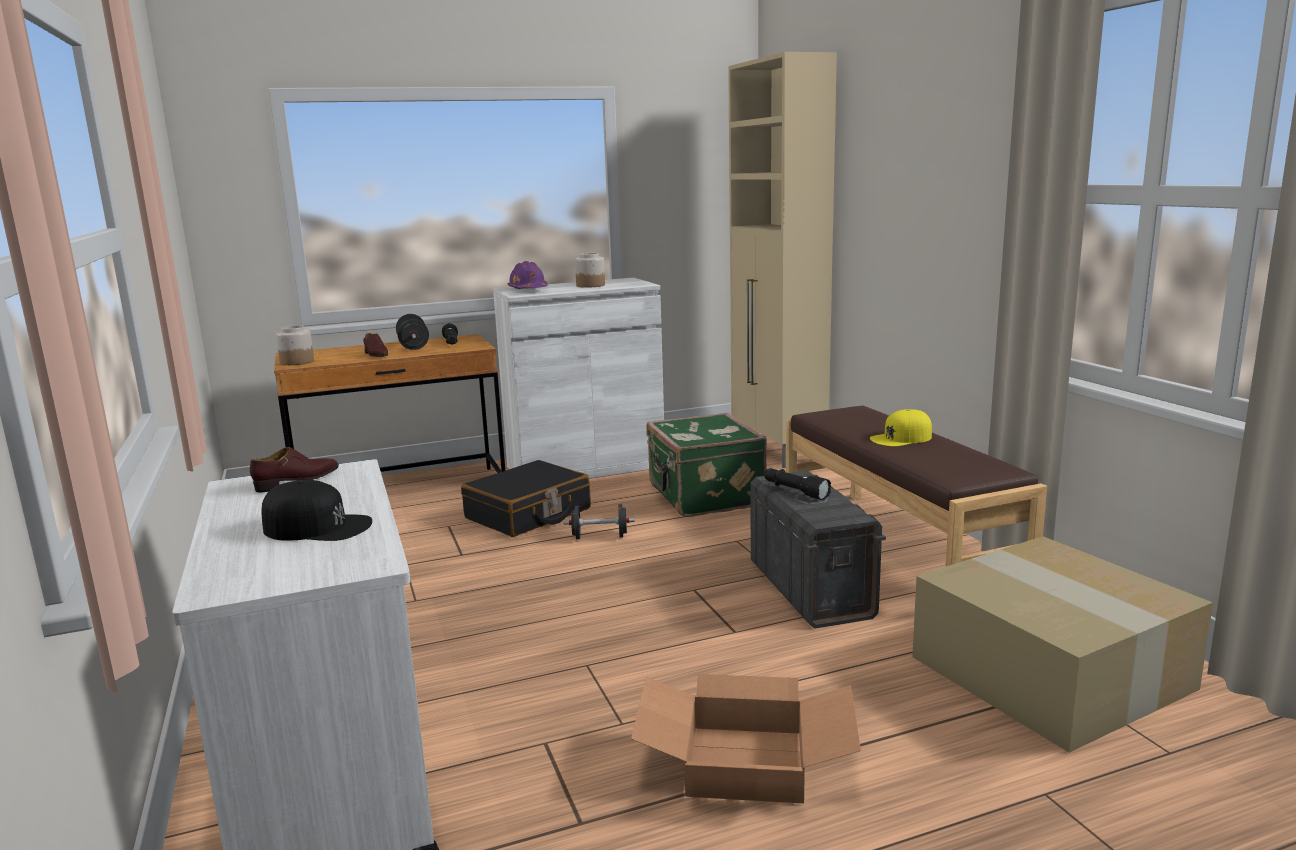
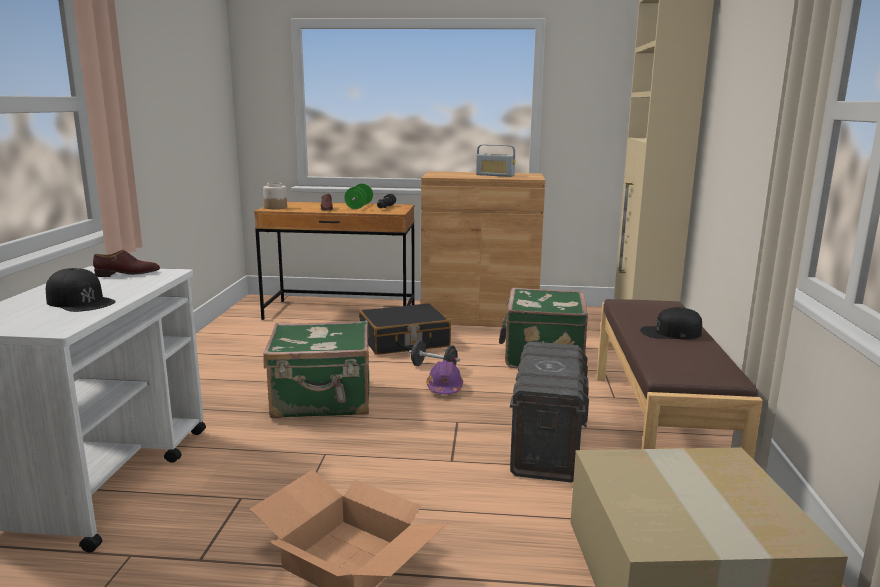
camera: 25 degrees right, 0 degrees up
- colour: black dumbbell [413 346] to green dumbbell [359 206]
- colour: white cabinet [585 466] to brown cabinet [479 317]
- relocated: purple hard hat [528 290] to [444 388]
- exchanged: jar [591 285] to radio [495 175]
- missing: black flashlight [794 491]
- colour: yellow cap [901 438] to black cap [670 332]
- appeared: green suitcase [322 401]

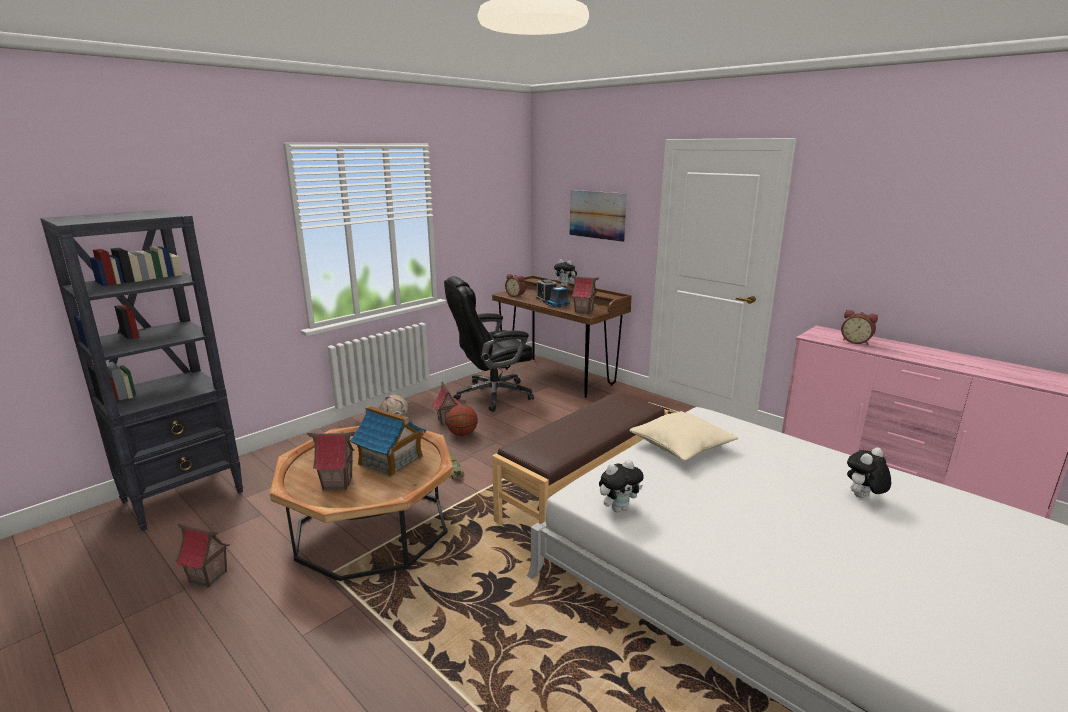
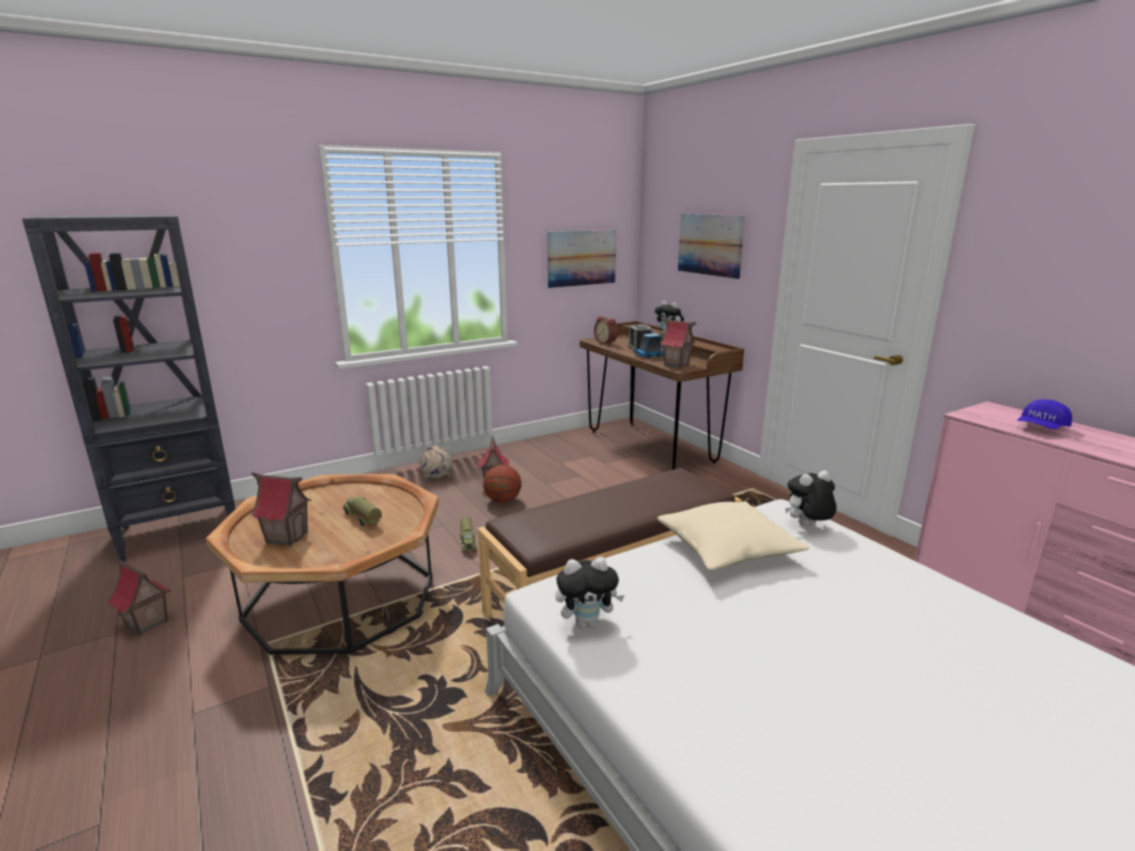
camera: 15 degrees right, 0 degrees up
- exchanged: toy house [391 460] to toy truck [362 519]
- missing: black office chair [491 395]
- exchanged: alarm clock [856 341] to blue cap [1041 428]
- relocated: plush toy [863 498] to [807 526]
- appeared: picture [582 258]

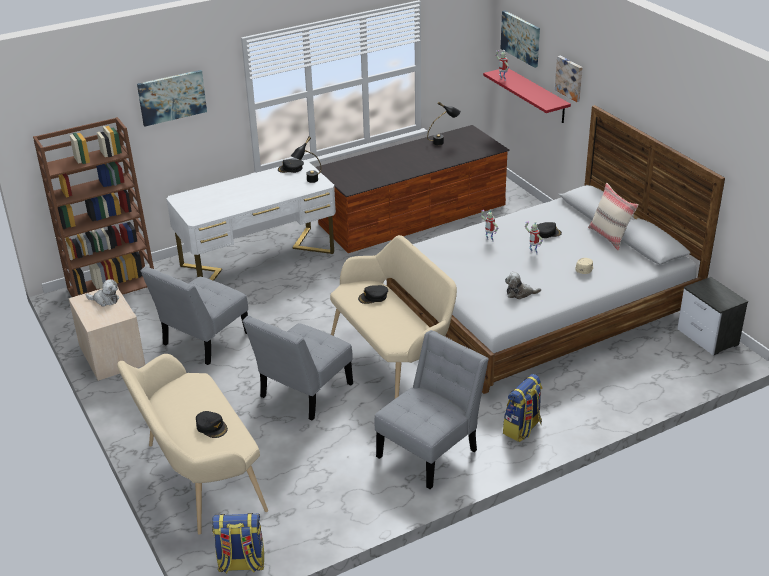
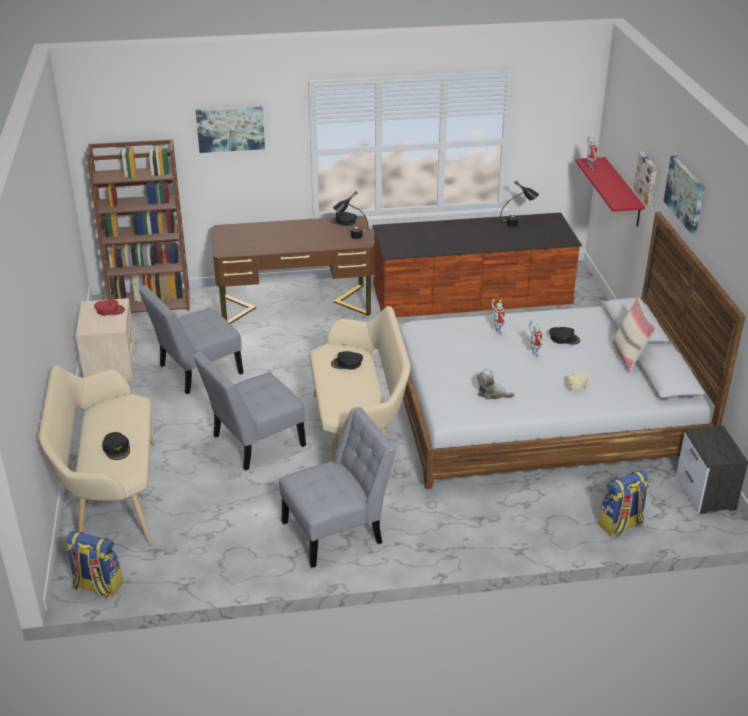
camera: 20 degrees right, 0 degrees up
- exchanged: plush toy [105 300] to red cap [110 310]
- colour: white desk [258 259] to brown desk [295 305]
- relocated: picture [521 38] to [685 194]
- relocated: backpack [522 429] to [620 525]

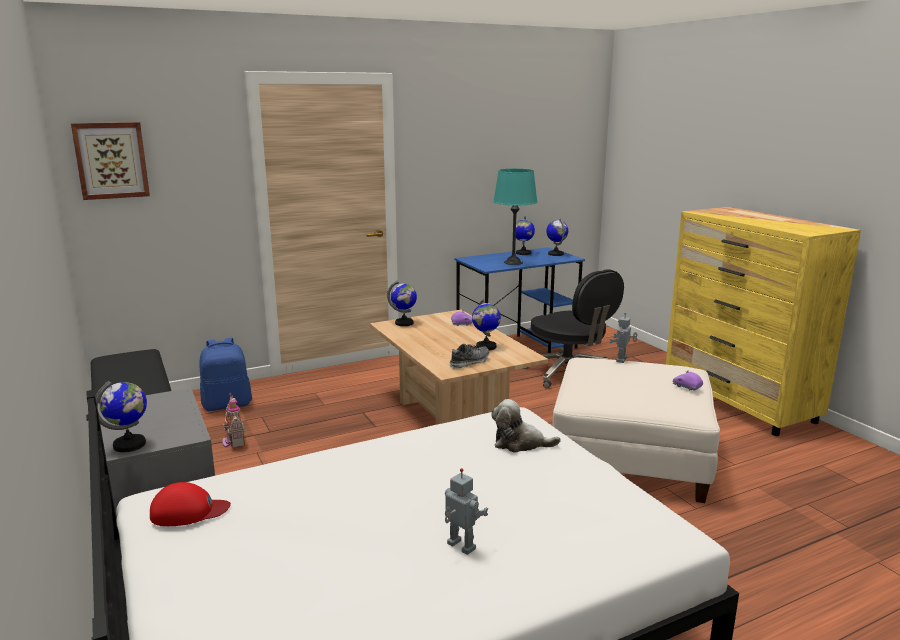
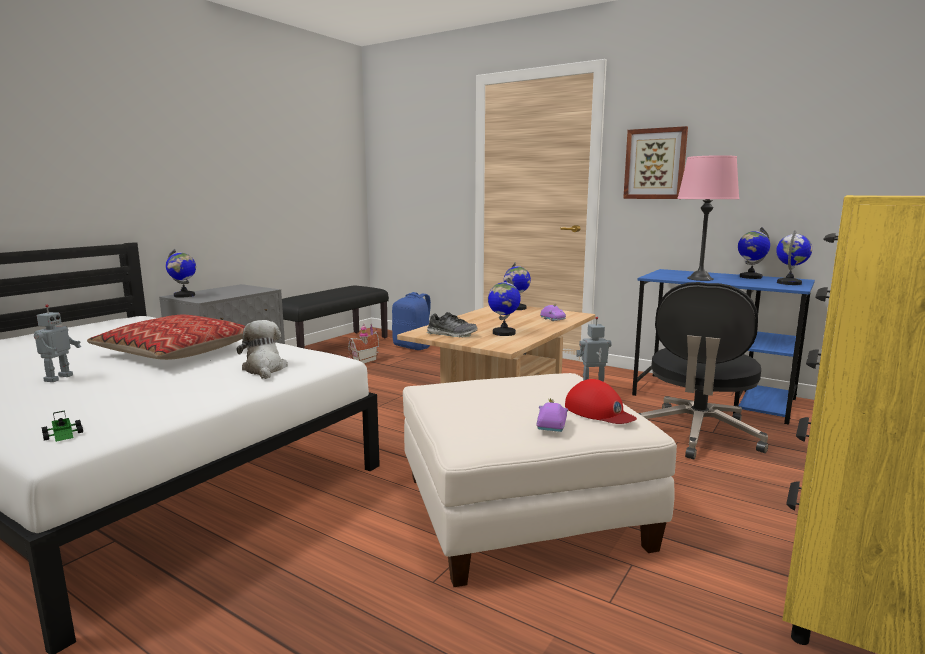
camera: 60 degrees right, 5 degrees down
- relocated: picture [111 160] to [655 164]
- relocated: red cap [189 511] to [599 411]
- colour: turquoise table lamp [513 262] to pink table lamp [700 279]
- appeared: toy car [63 434]
- appeared: pillow [177 352]

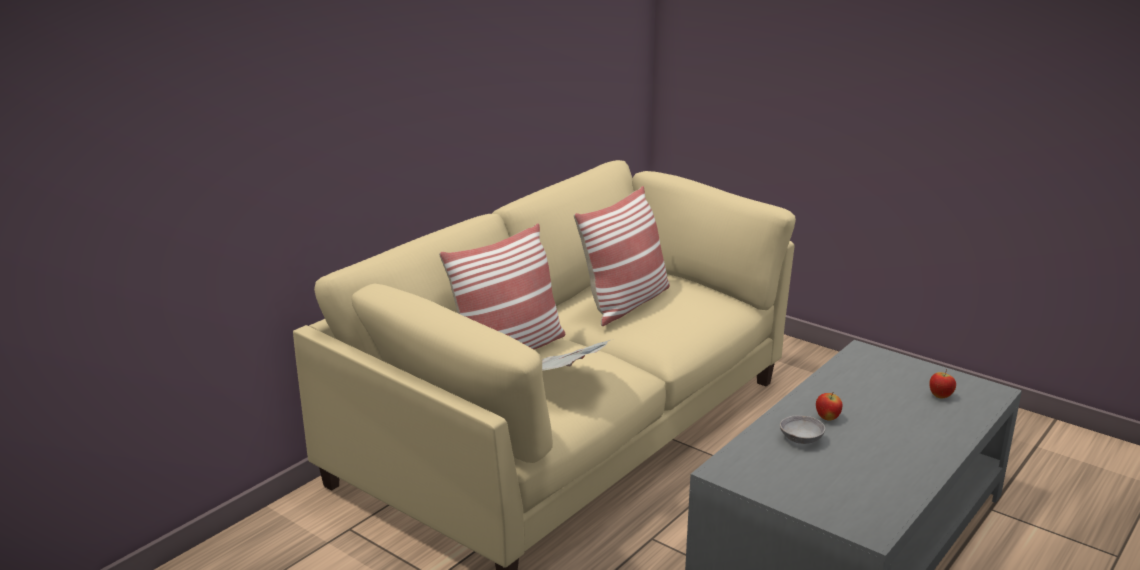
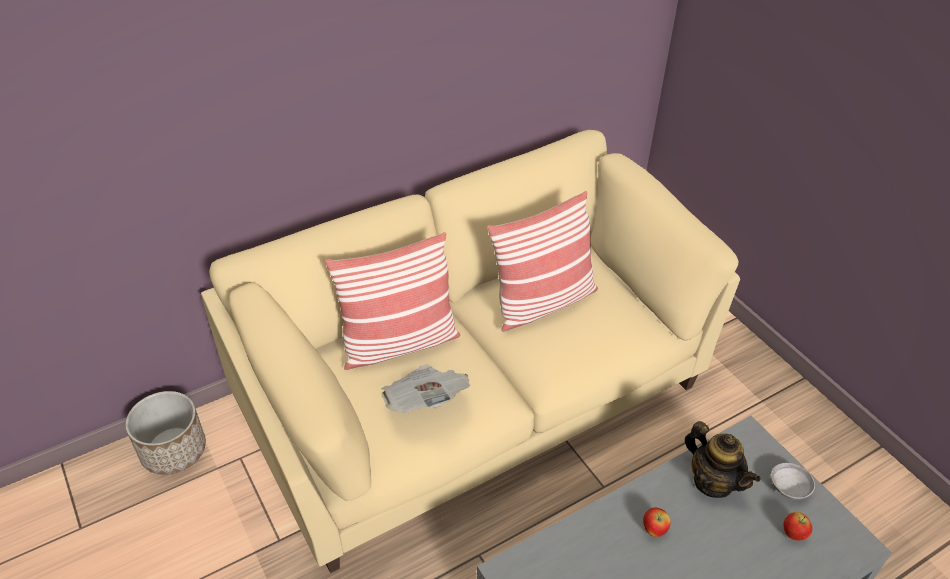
camera: 20 degrees right, 20 degrees up
- relocated: grey bowl [801 439] to [788 488]
- appeared: planter [174 450]
- appeared: teapot [713 482]

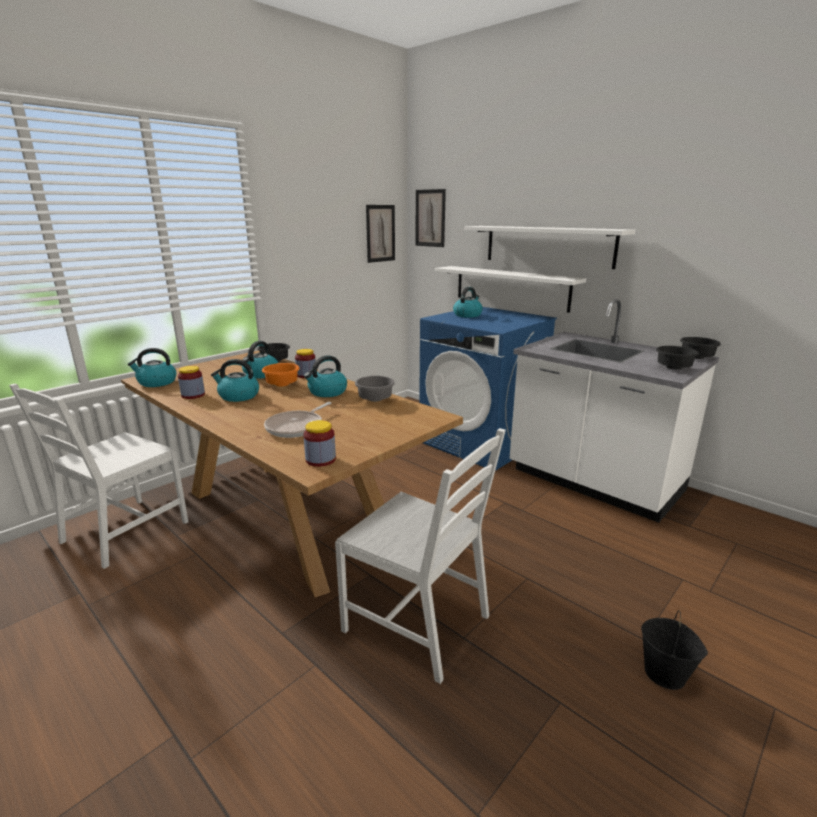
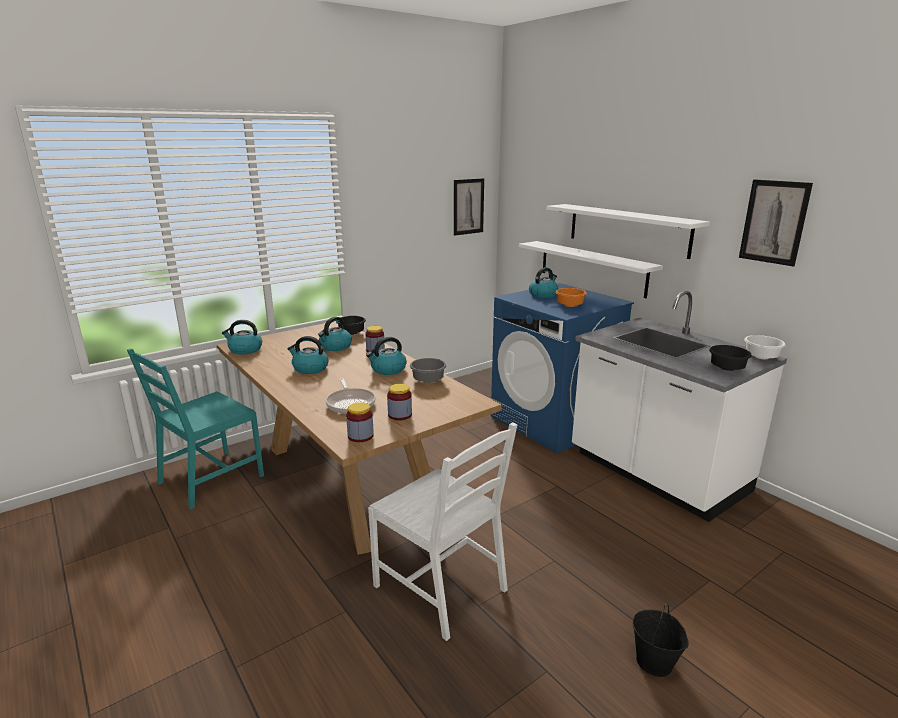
camera: 10 degrees right, 0 degrees up
- colour: white chair [124 532] to turquoise chair [210 479]
- relocated: jar [193 395] to [400 415]
- relocated: orange bowl [281 385] to [569 305]
- spun: frying pan [297 427] = [350 403] 60 degrees counterclockwise
- relocated: picture [430 218] to [774 222]
- colour: black bowl [698 358] to white bowl [762 358]

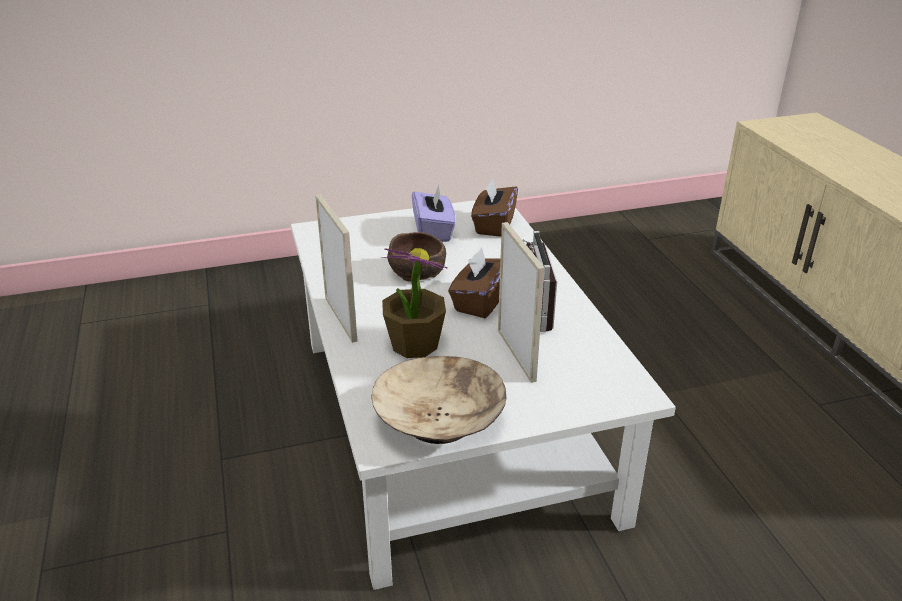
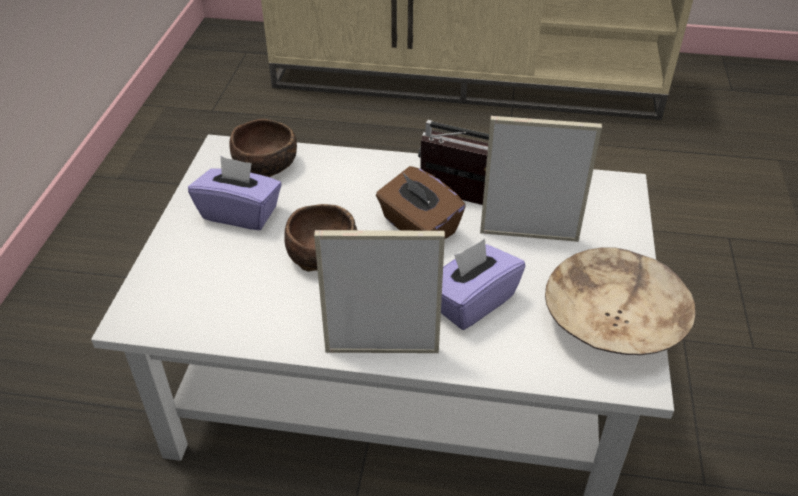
camera: 65 degrees left, 10 degrees up
- exchanged: potted plant [414 344] to purple tissue box [471 302]
- exchanged: brown tissue box [494 225] to brown bowl [267 165]

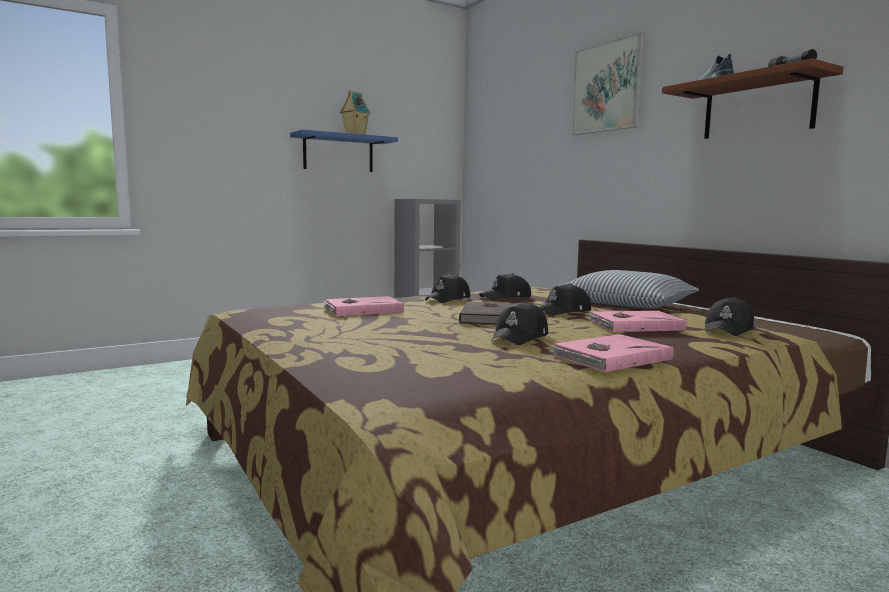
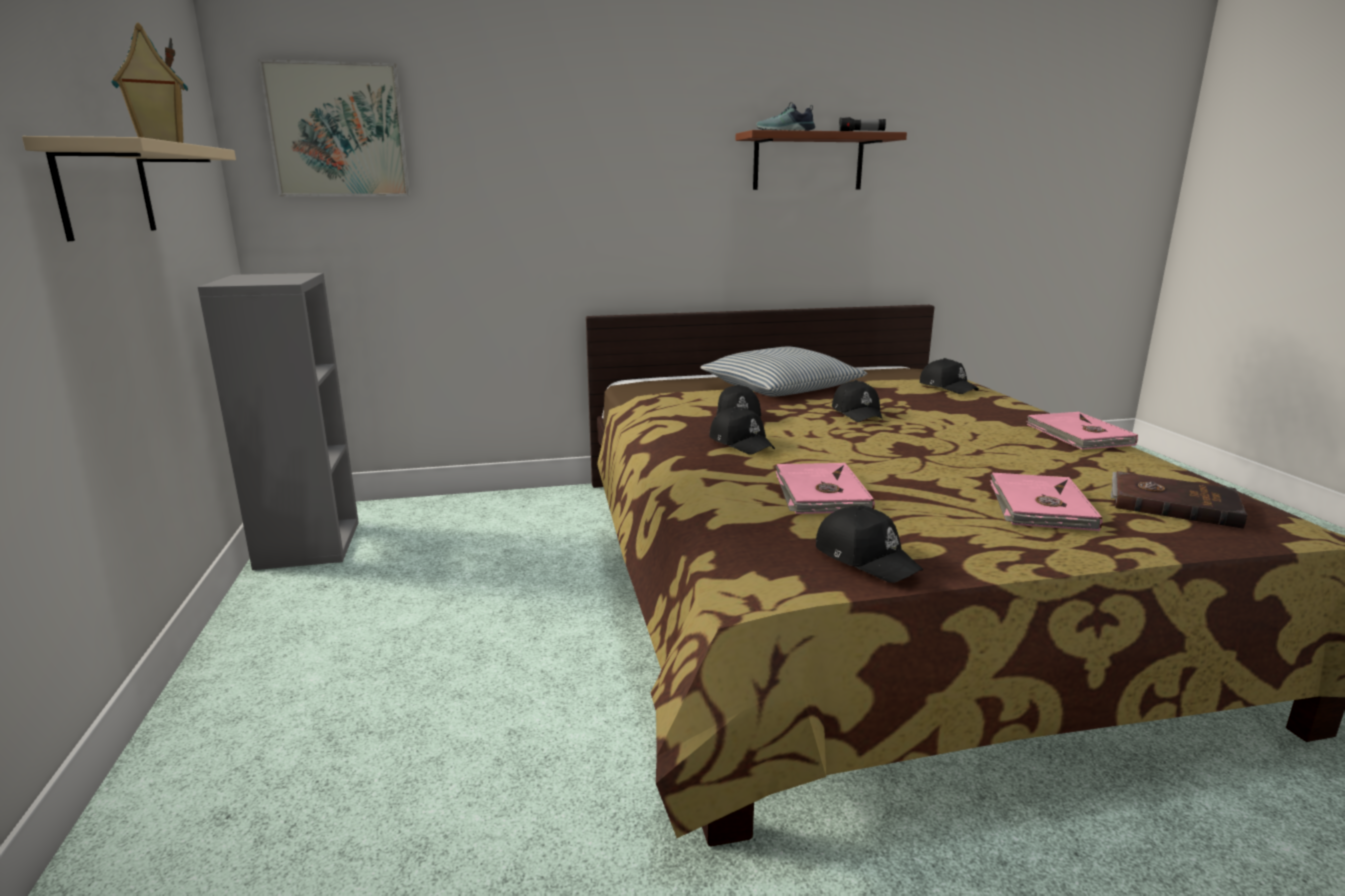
camera: 70 degrees left, 10 degrees up
- colour: blue shelf [338 153] to beige shelf [105 190]
- relocated: brown book [490 317] to [1172 503]
- relocated: black cap [520 337] to [866 558]
- relocated: picture [607 87] to [338 131]
- relocated: pink book [634 325] to [1039 506]

